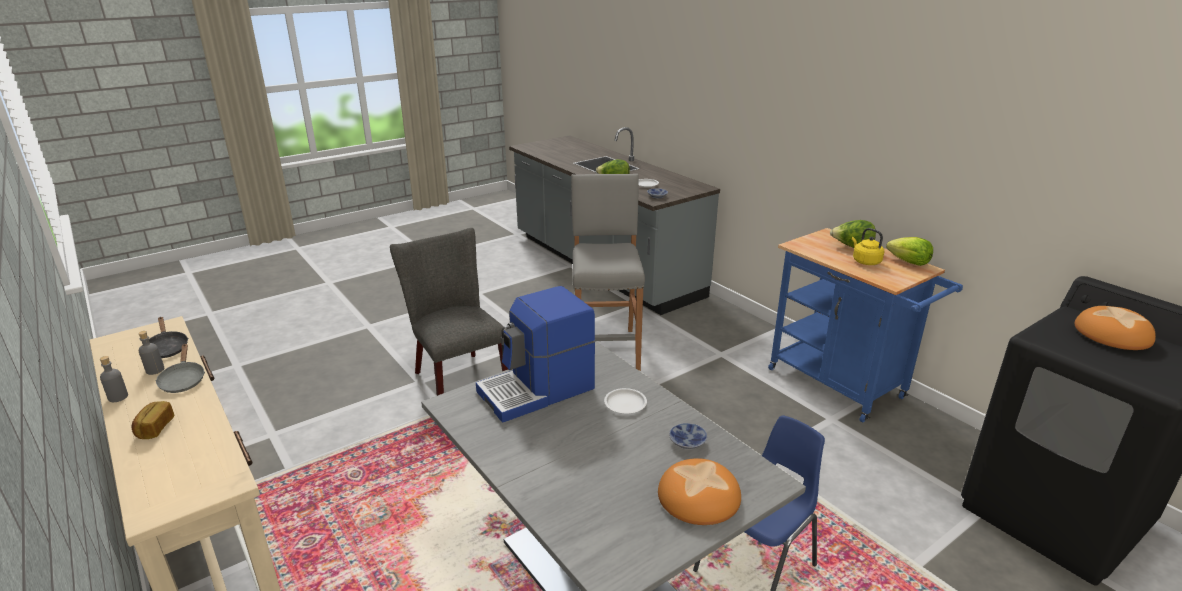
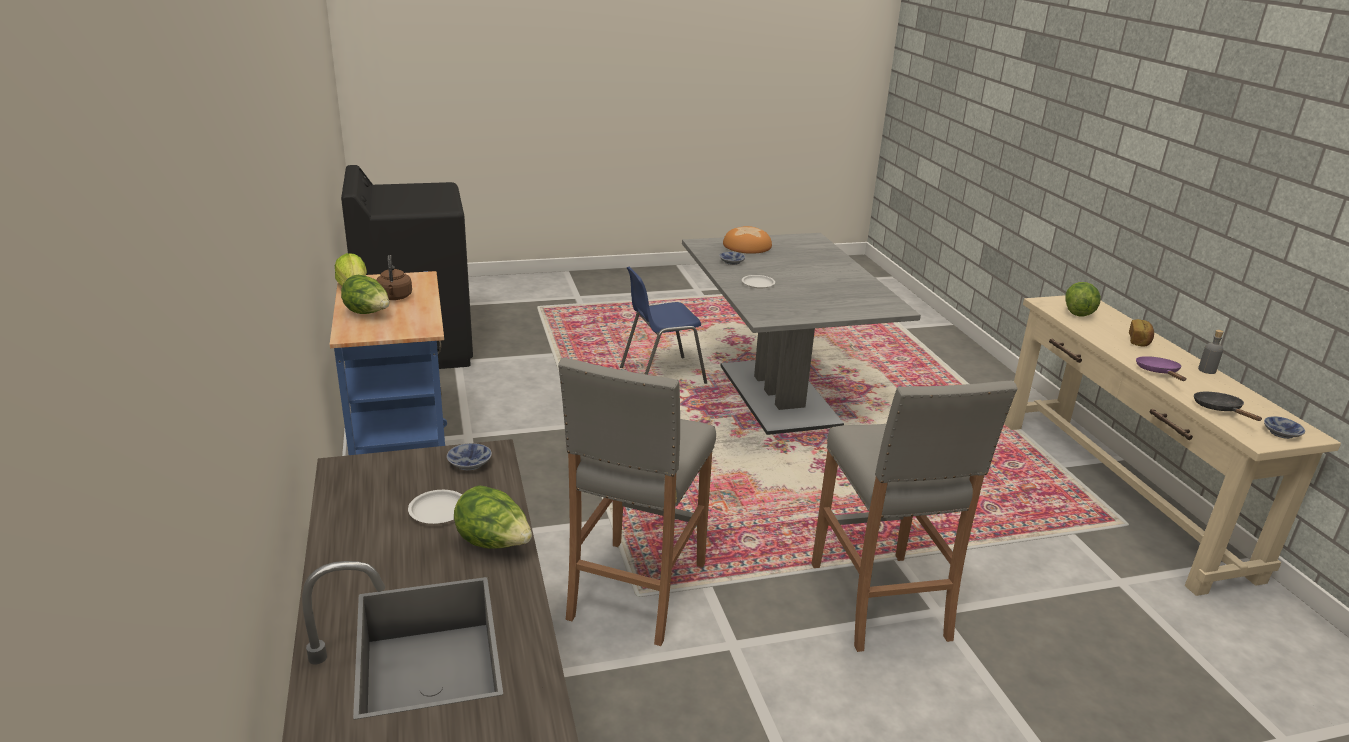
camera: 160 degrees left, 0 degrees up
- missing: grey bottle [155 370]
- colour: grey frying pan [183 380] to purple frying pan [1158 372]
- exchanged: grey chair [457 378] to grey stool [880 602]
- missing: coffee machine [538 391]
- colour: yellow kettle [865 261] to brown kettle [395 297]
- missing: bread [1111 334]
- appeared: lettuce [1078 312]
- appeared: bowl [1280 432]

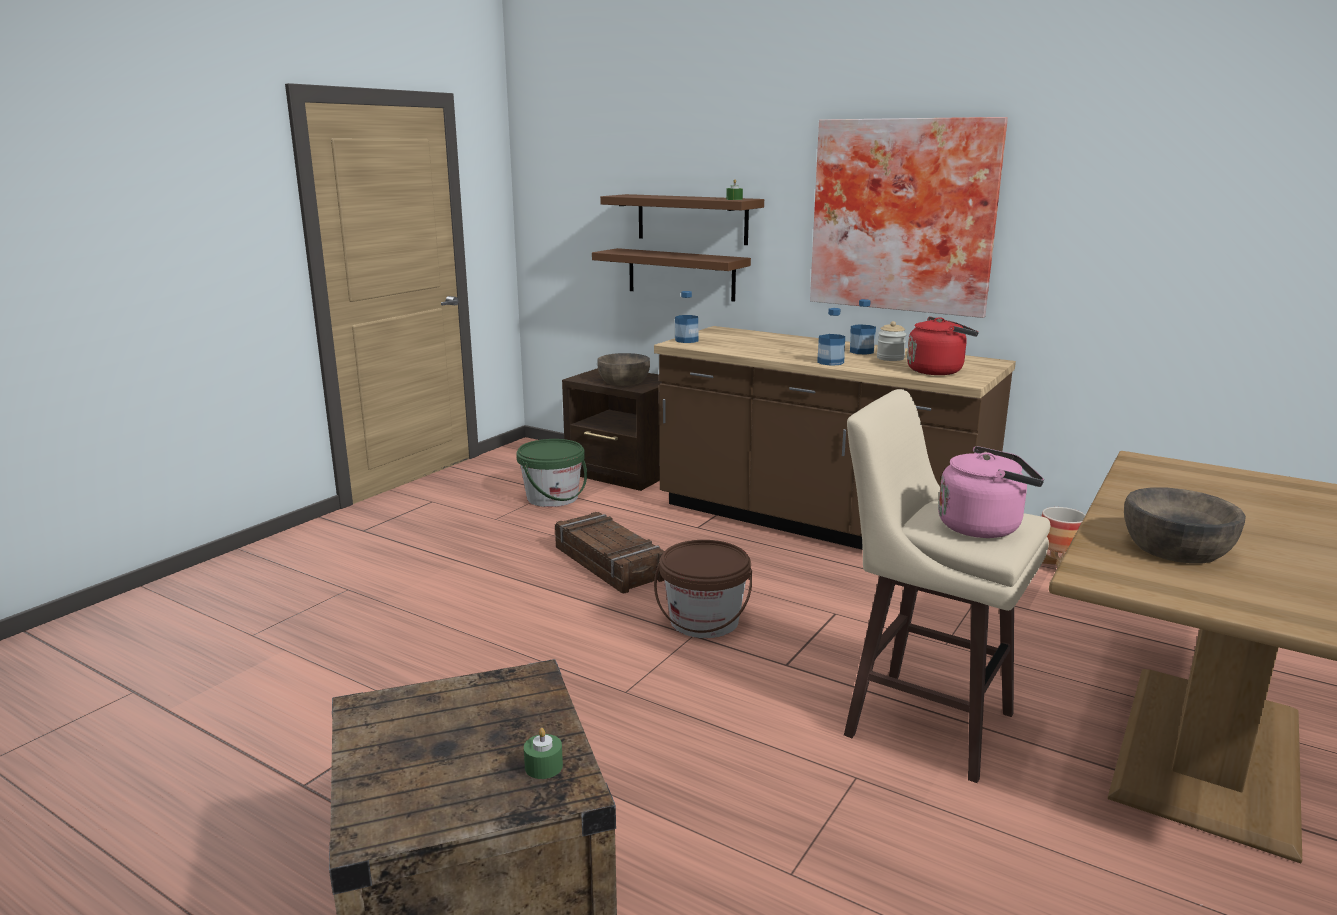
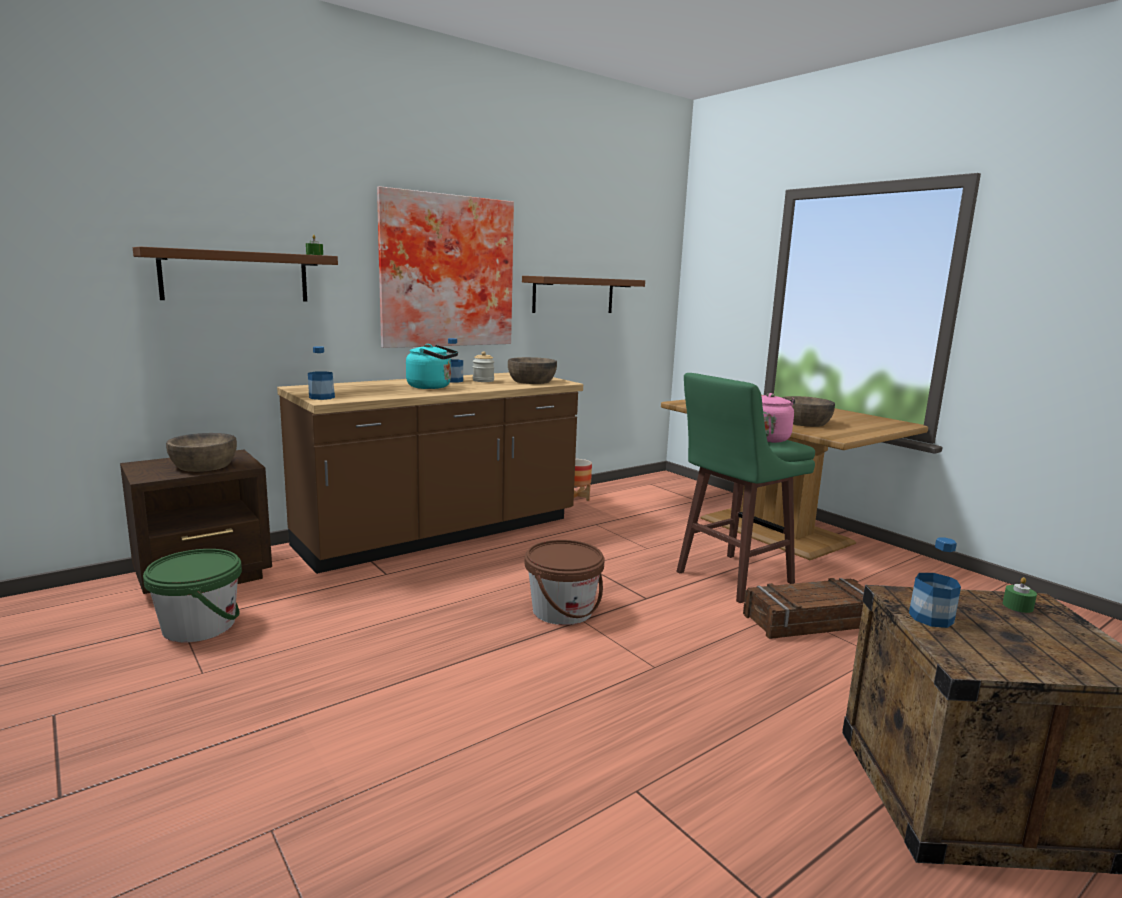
camera: 70 degrees left, 5 degrees down
- relocated: crate [608 563] to [812 621]
- relocated: brown shelf [681 274] to [573 295]
- relocated: bottle [830 362] to [931 618]
- colour: beige stool [924 722] to green stool [731 578]
- exchanged: red kettle [938 371] to brown bowl [532 381]
- appeared: turquoise kettle [432 387]

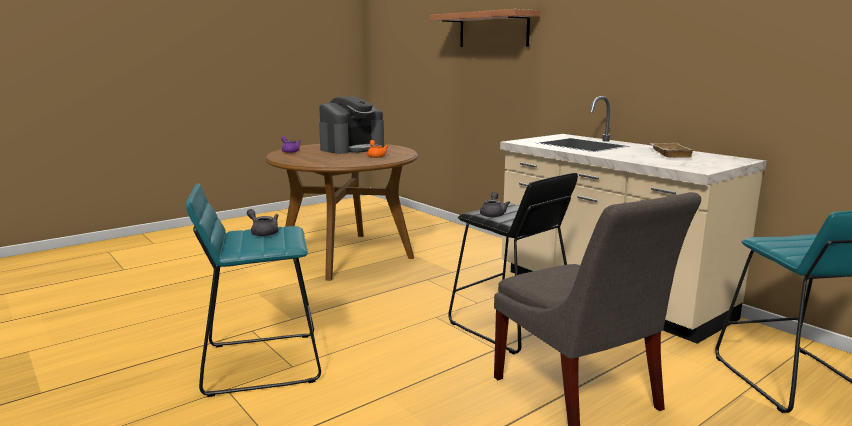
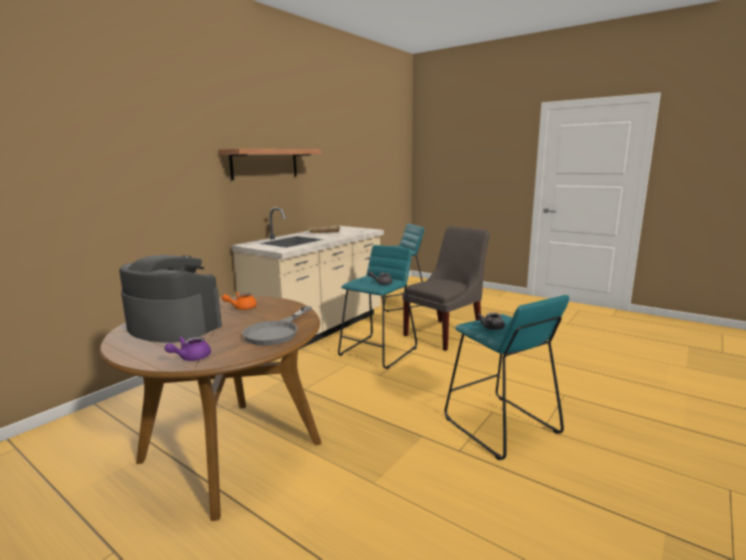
camera: 105 degrees left, 0 degrees up
- relocated: shelf [493 30] to [264 164]
- colour: black stool [510 325] to turquoise stool [378 351]
- appeared: grey frying pan [277 331]

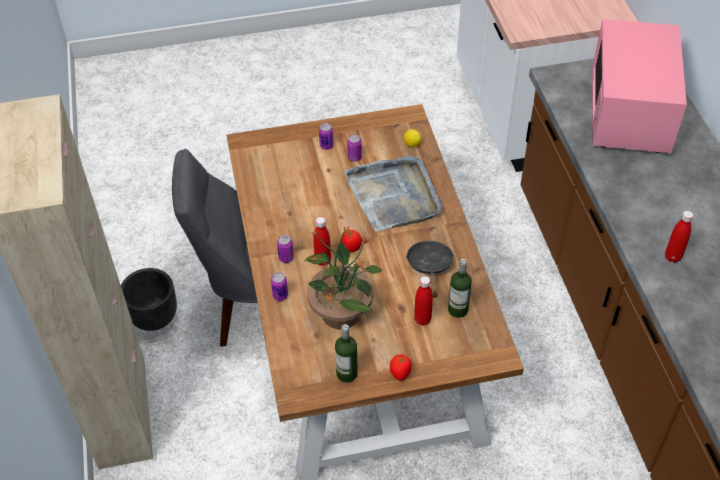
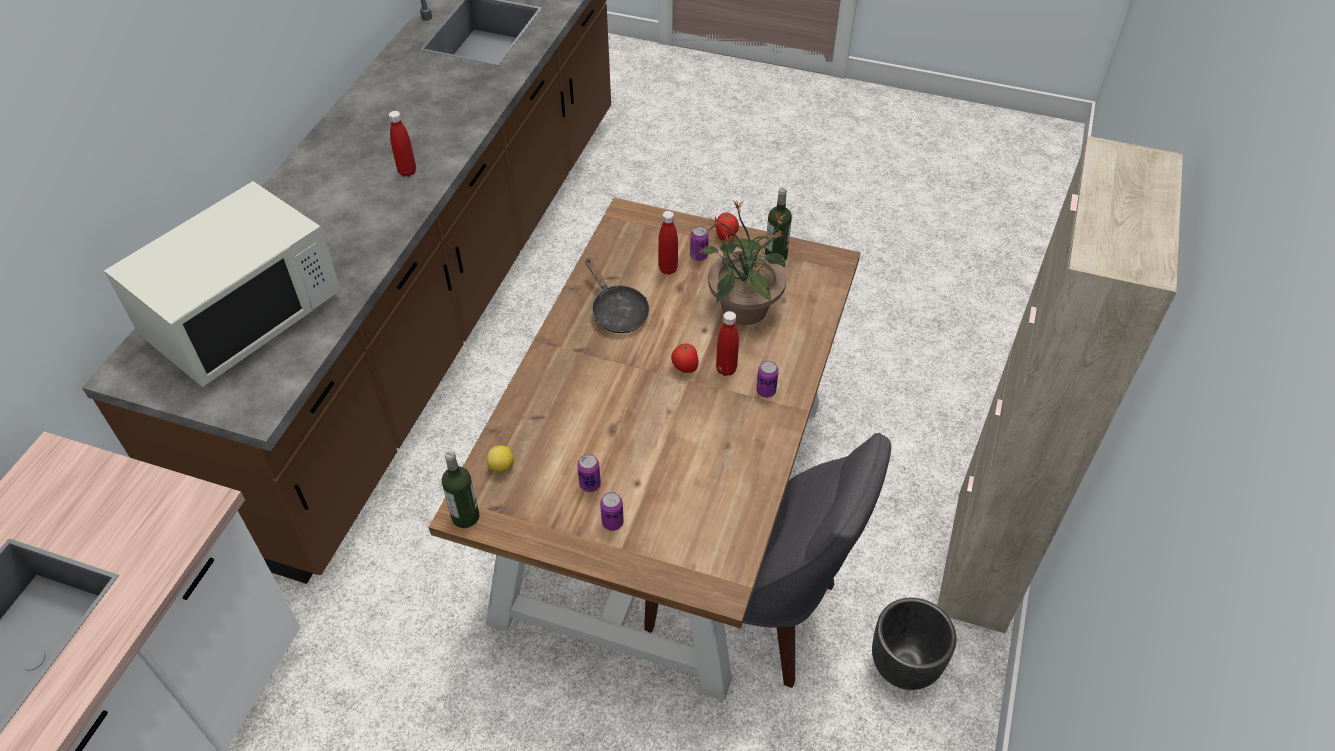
camera: 150 degrees left, 0 degrees up
- relocated: can [280 295] to [698 256]
- missing: grey tray [394 195]
- spun: black frying pan [430 267] = [617 311] 60 degrees counterclockwise
- relocated: bottle [458 309] to [465 517]
- colour: pink microwave [629 114] to white microwave [244 317]

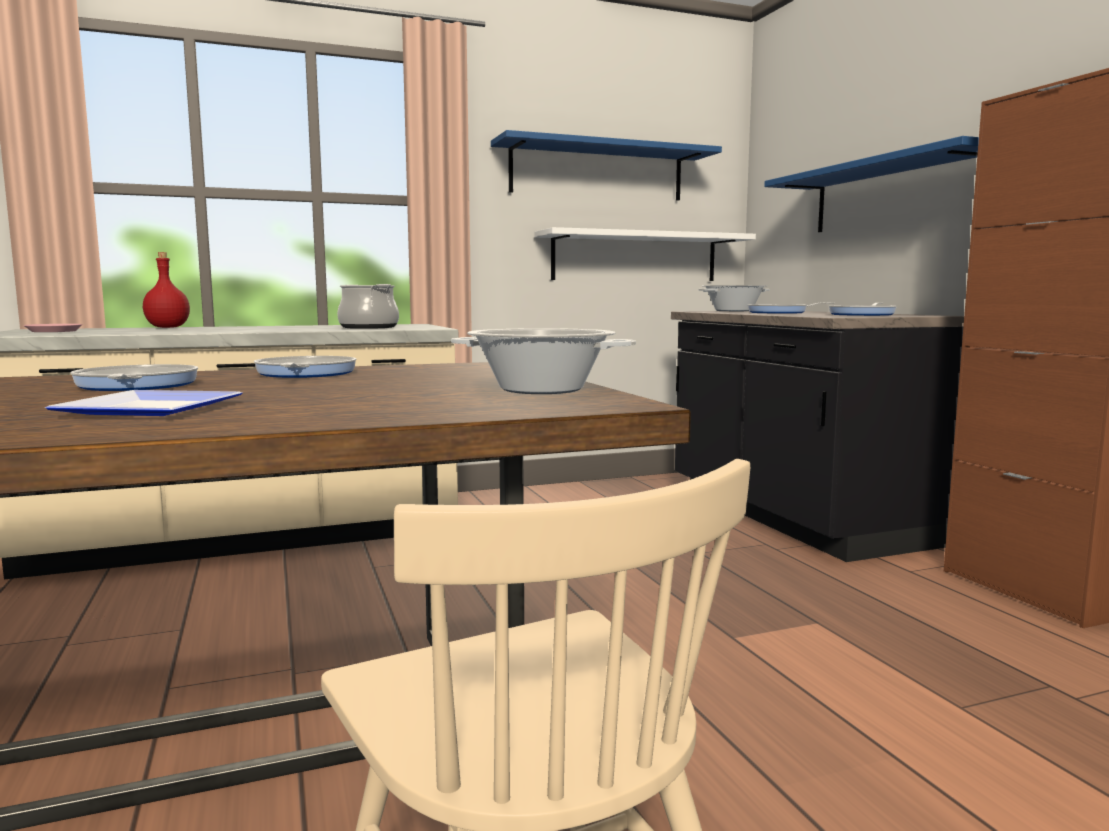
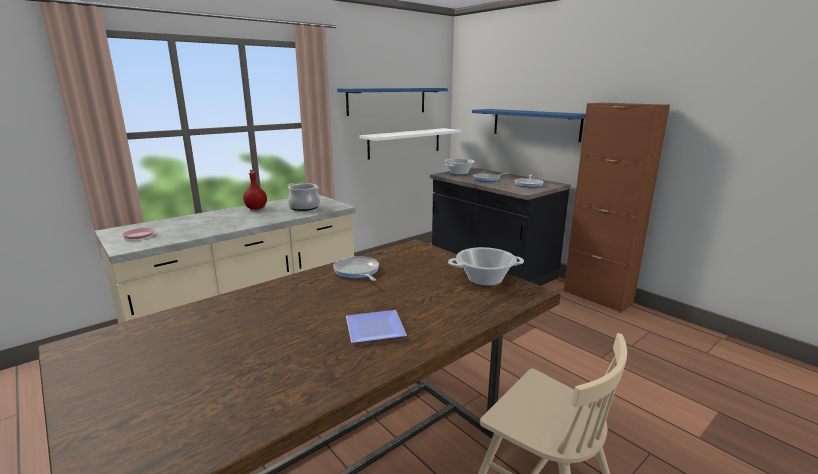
camera: 20 degrees left, 10 degrees up
- missing: frying pan [135 386]
- relocated: red bottle [168 327] to [256 208]

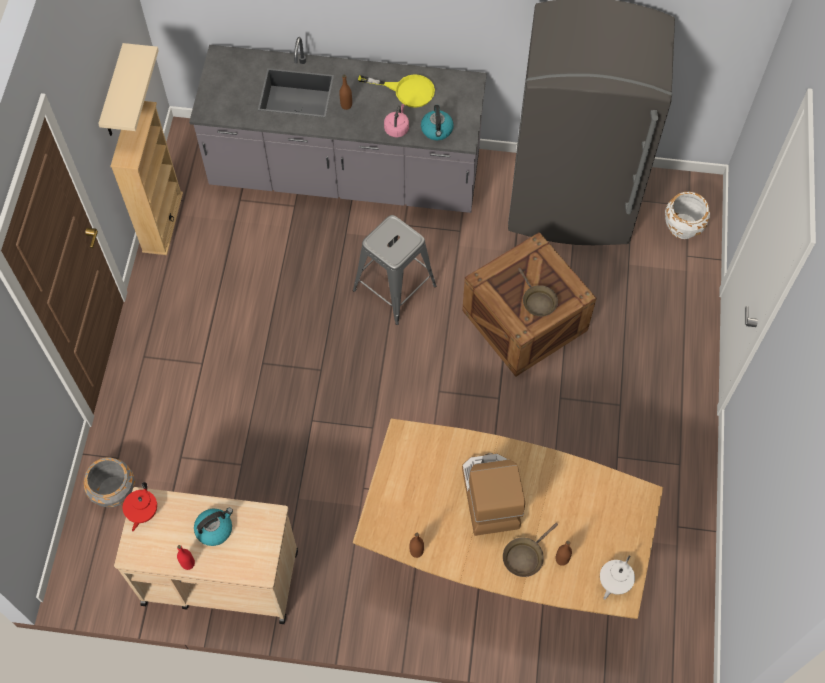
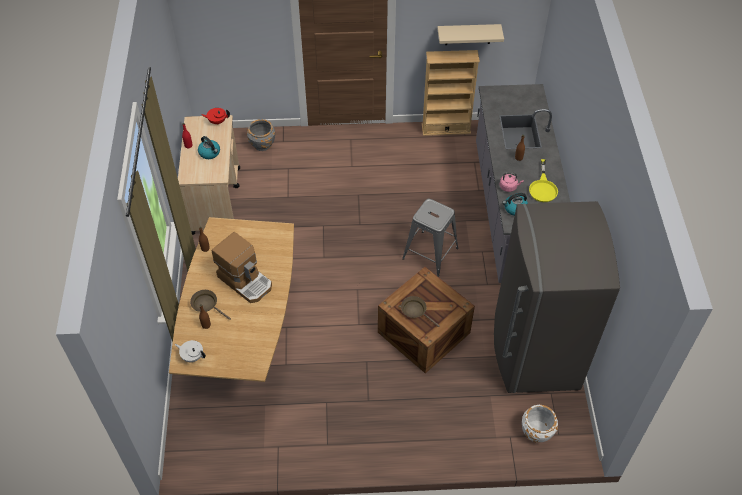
camera: 80 degrees right, 10 degrees down
- spun: coffee machine [489 496] = [246 280] 60 degrees clockwise
- spun: brown frying pan [537 301] = [415 311] 75 degrees clockwise

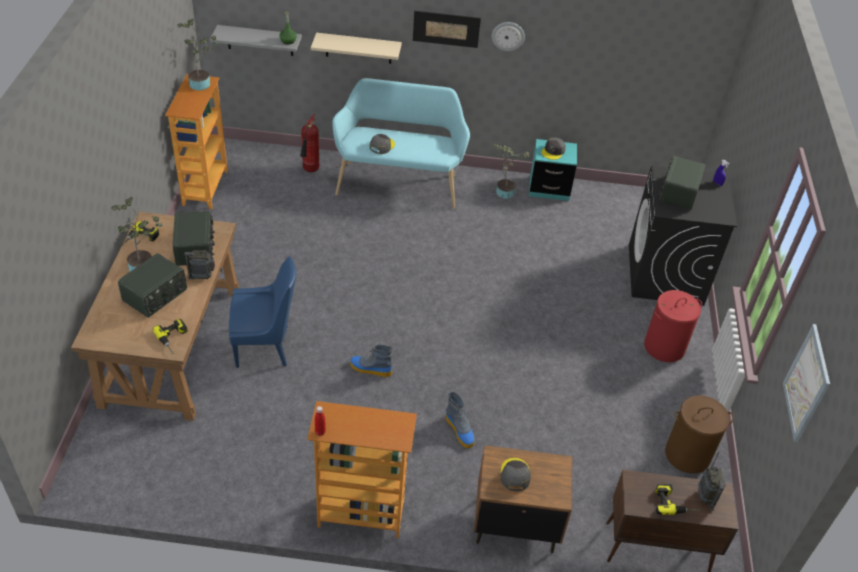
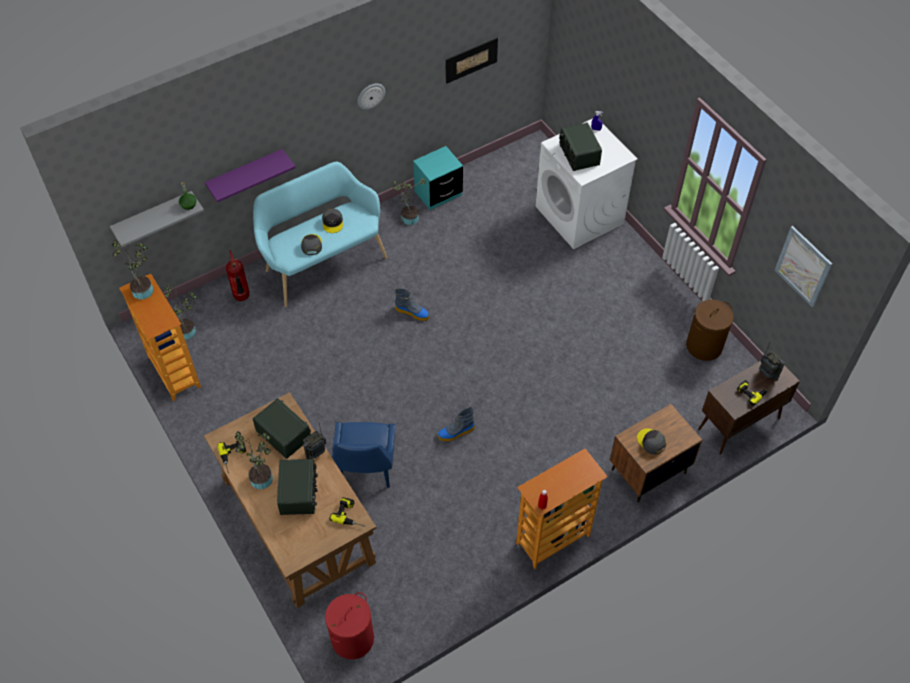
camera: 35 degrees left, 10 degrees up
- spun: blue chair [265 346] = [365 469] 135 degrees clockwise
- colour: beige shelf [358 48] to purple shelf [245 174]
- relocated: picture [446 29] to [471 60]
- relocated: boot [460 431] to [412 312]
- relocated: grey cap [553 151] to [333 222]
- colour: black washing machine [665 275] to white washing machine [580 215]
- relocated: red laundry basket [664 347] to [352 639]
- appeared: potted plant [188 330]

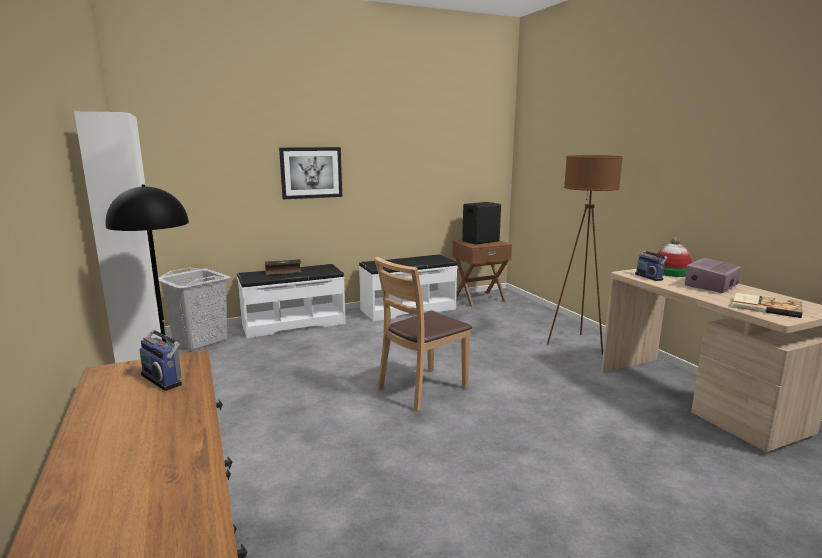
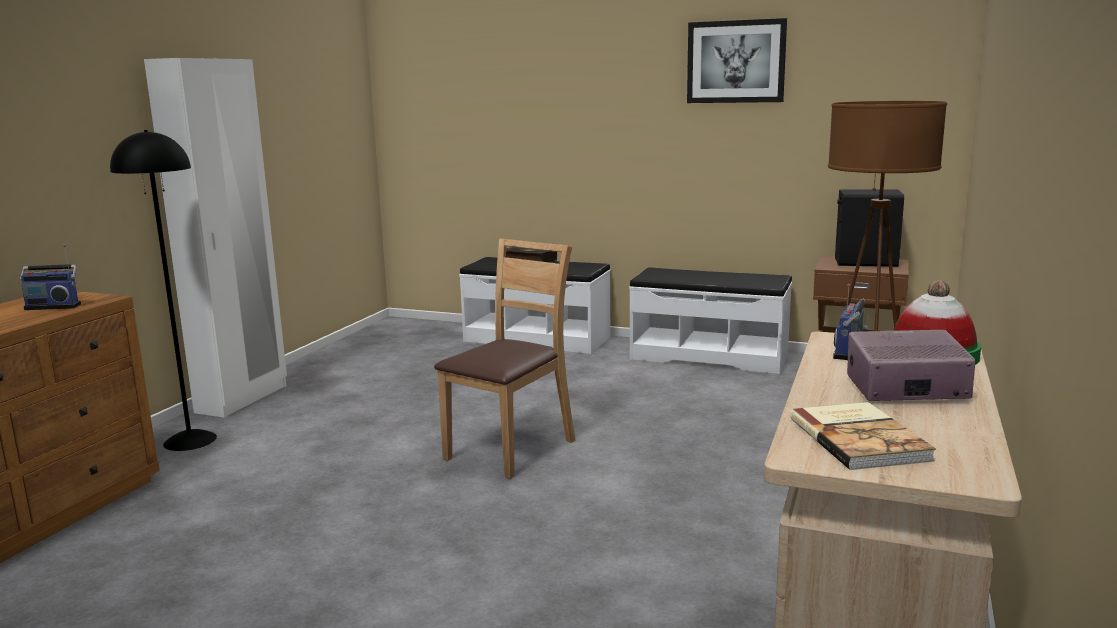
camera: 45 degrees right, 0 degrees up
- spun: radio [164 379] = [54 306] 90 degrees counterclockwise
- missing: grey laundry basket [200 340]
- relocated: picture [311 172] to [736 62]
- spun: brown chair [422 389] = [510 449] 120 degrees clockwise

